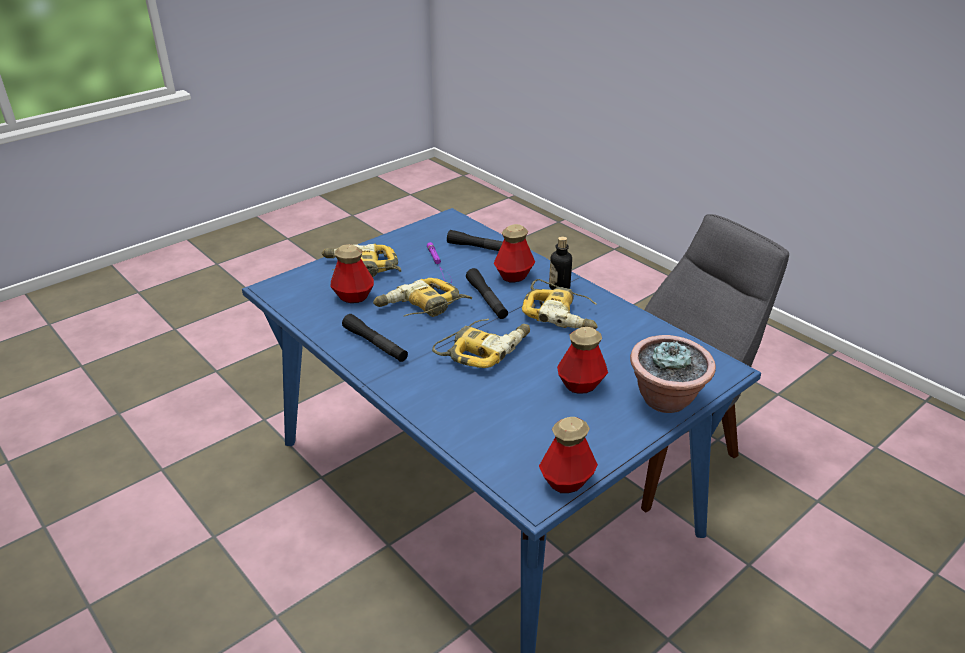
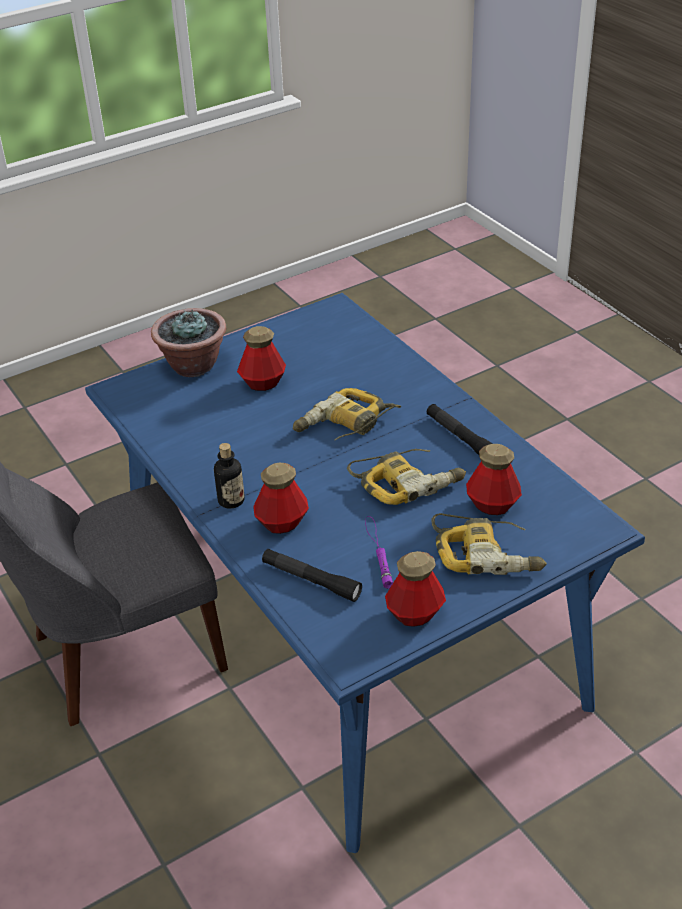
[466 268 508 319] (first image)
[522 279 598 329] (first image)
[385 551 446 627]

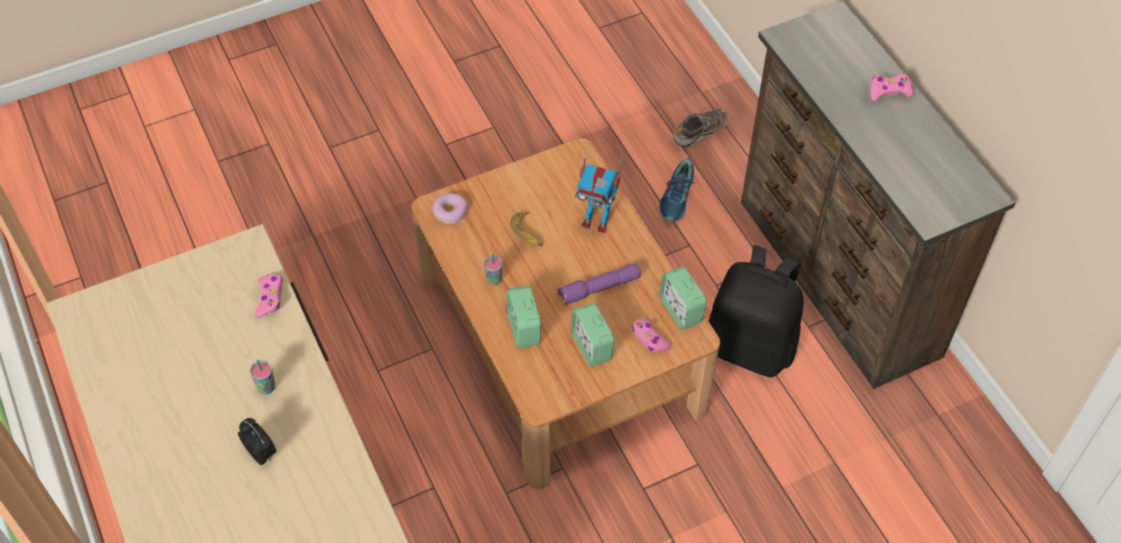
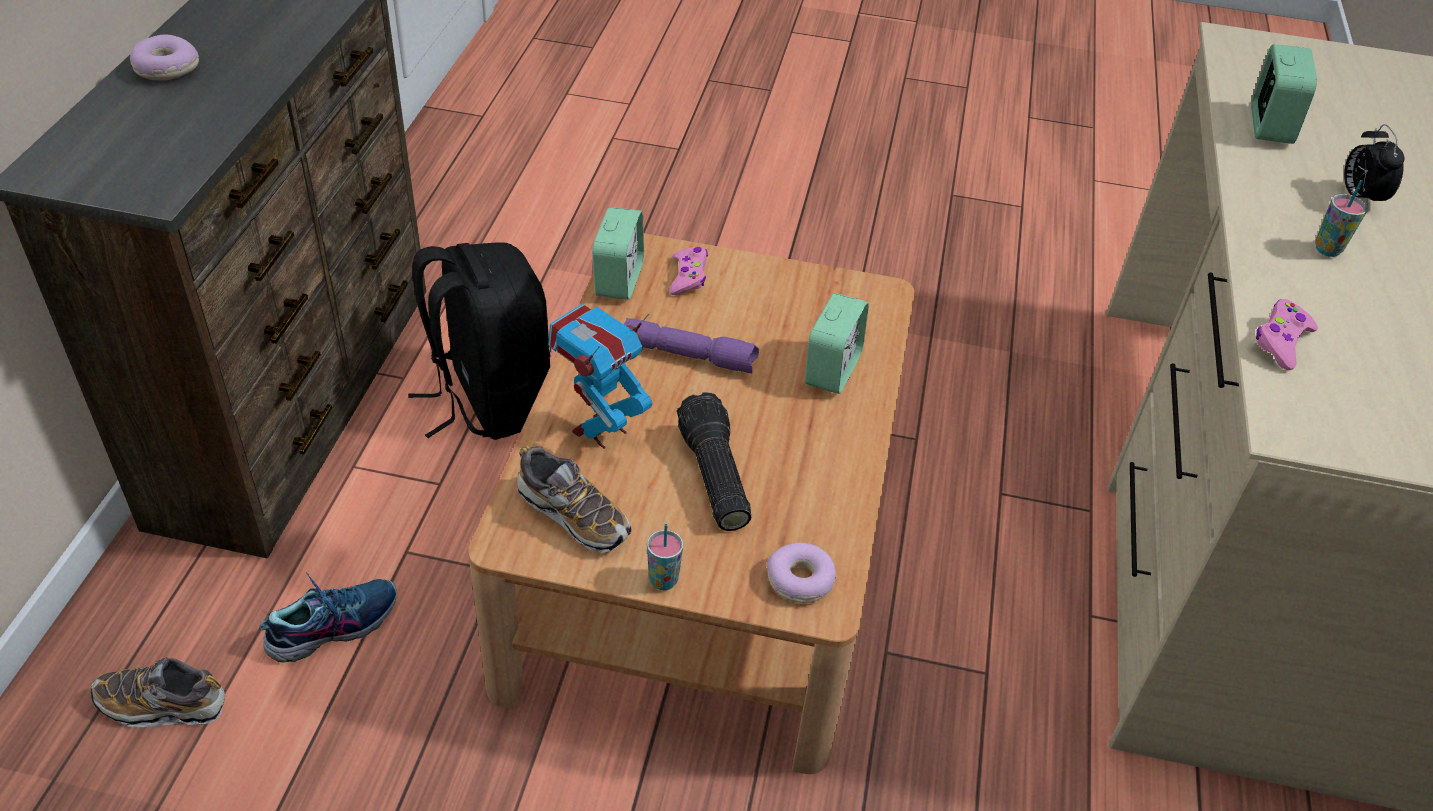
[647 524 683 590]
[677 392 751 531]
[1251 44 1317 144]
[548 304 652 449]
[130 34 199 80]
[517 446 631 553]

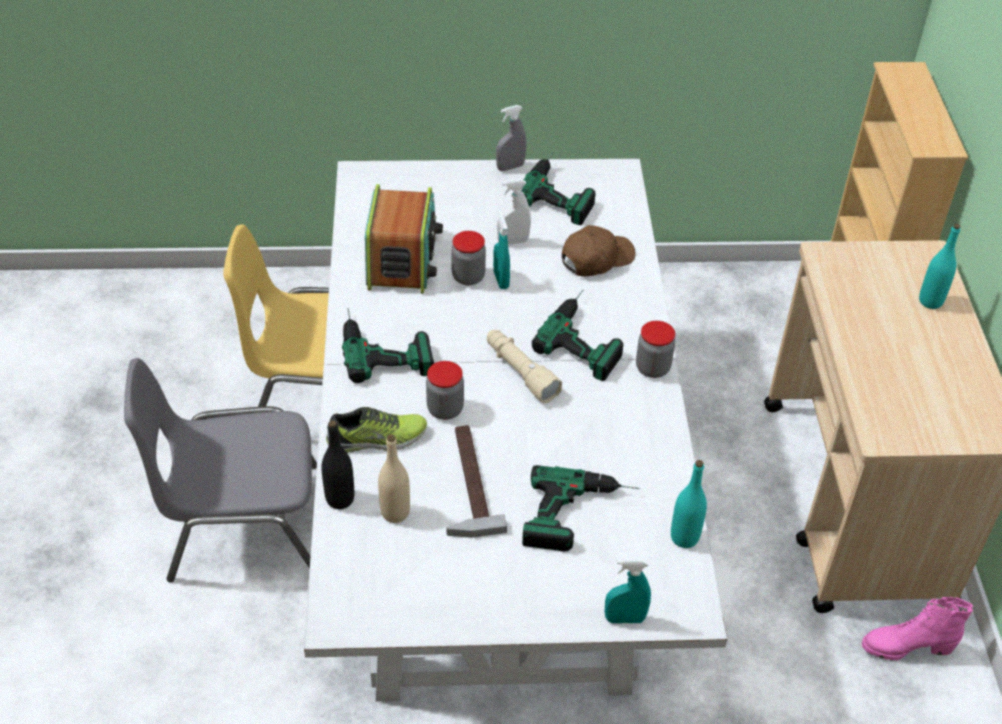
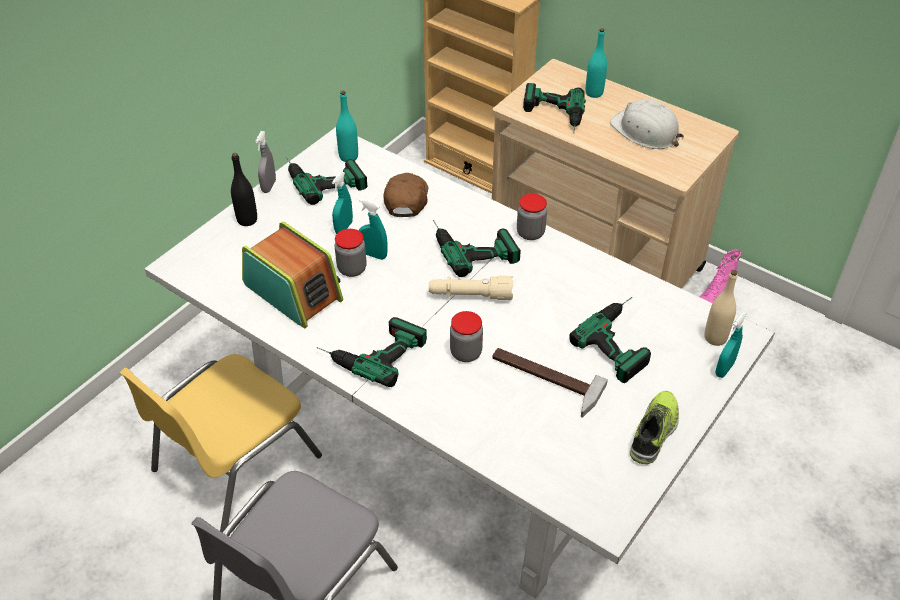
[231 153 257 226]
[630 391 679 464]
[704 270 738 346]
[332 172 353 234]
[336 91 358 162]
[523 83 586 134]
[610 99 684 149]

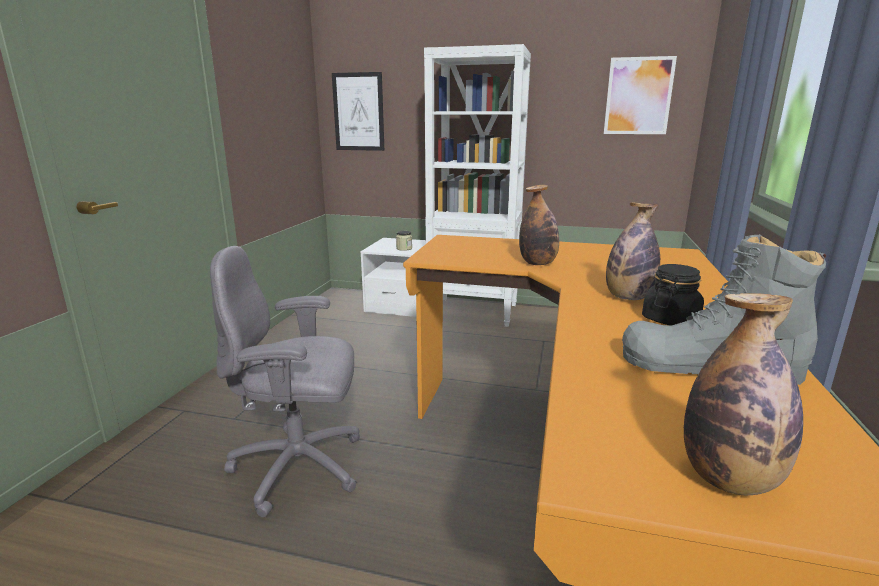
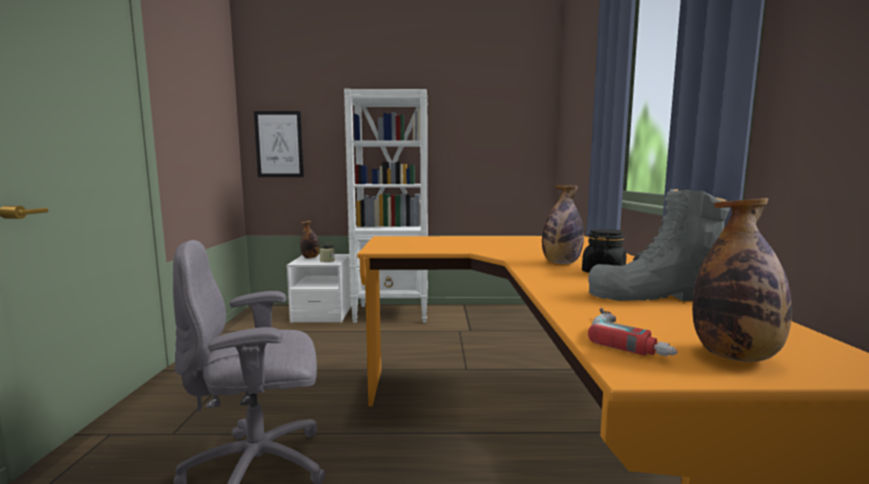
[300 221 320 258]
[604 56 677 134] (first image)
[588 308 678 356]

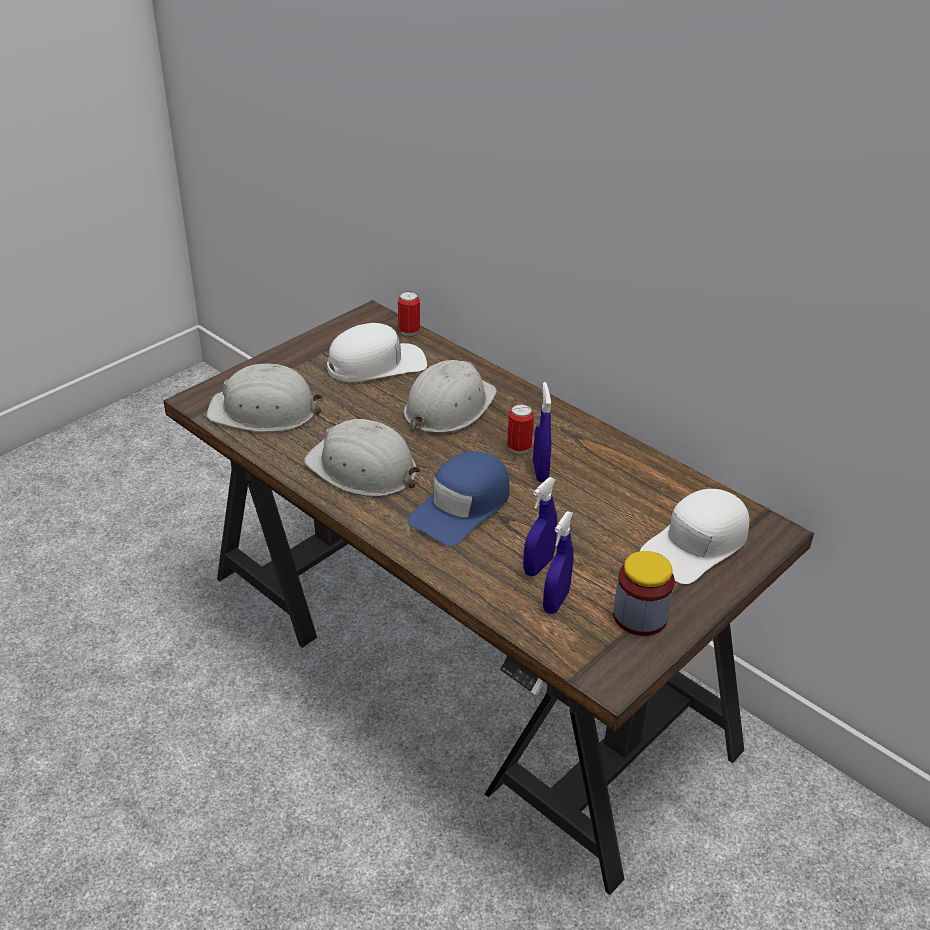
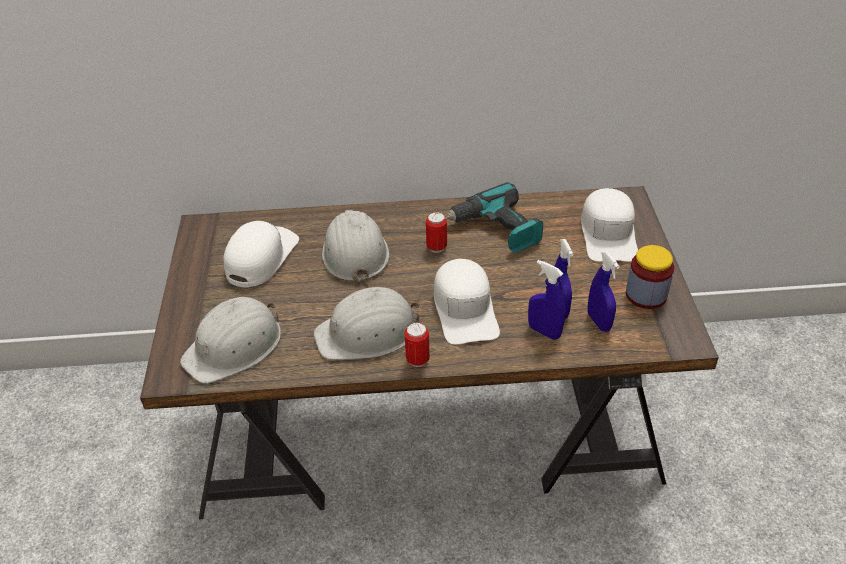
[404 322 430 367]
[434 259 500 344]
[528 260 565 340]
[446 182 543 253]

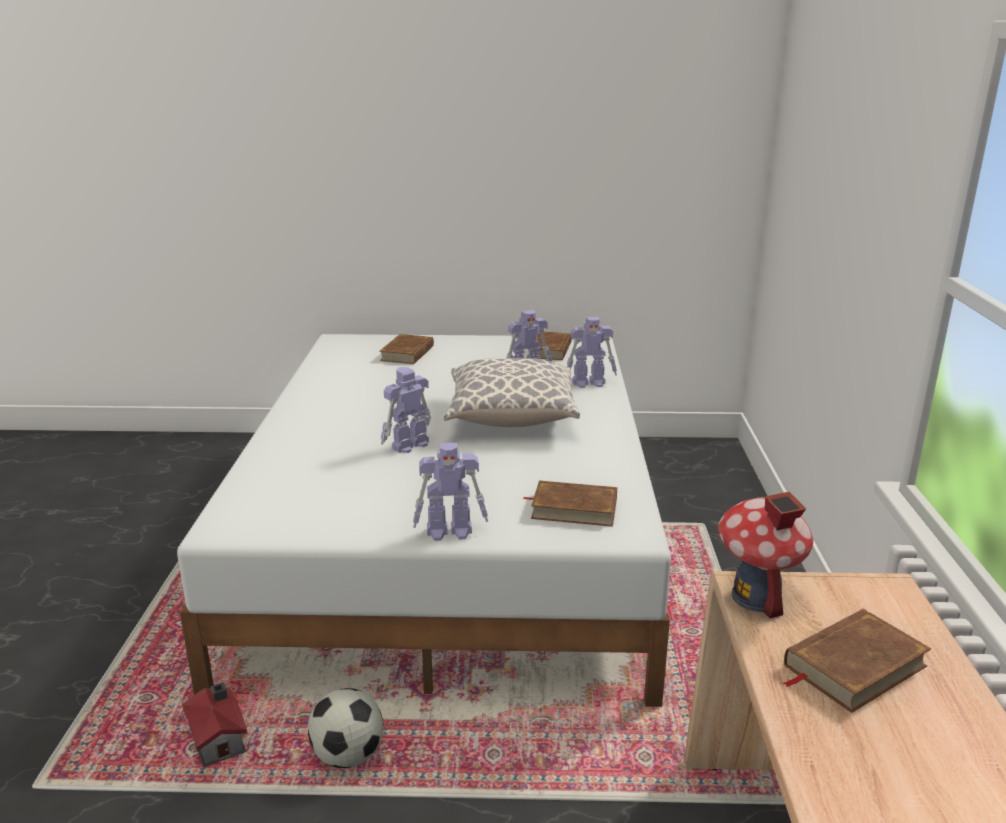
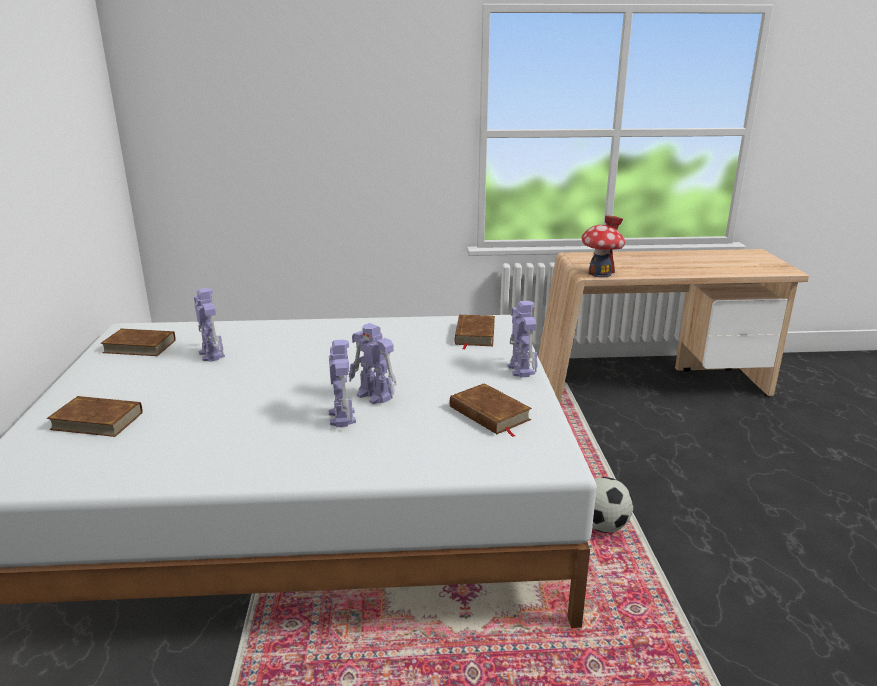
[182 682 248 767] (first image)
[444 358 580 427] (first image)
[329 340 356 427]
[450 383 532 437]

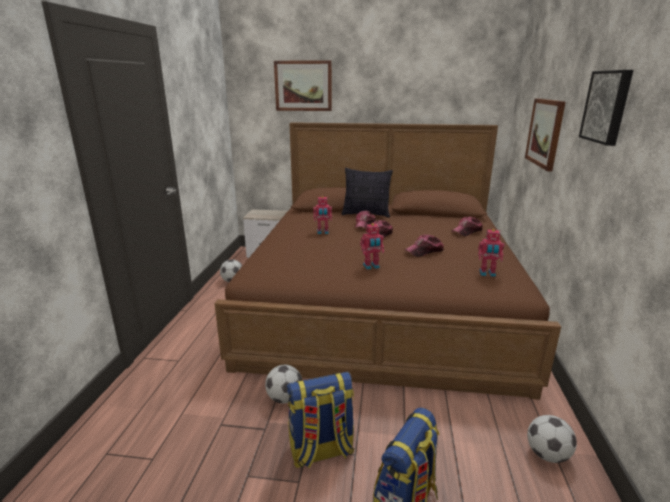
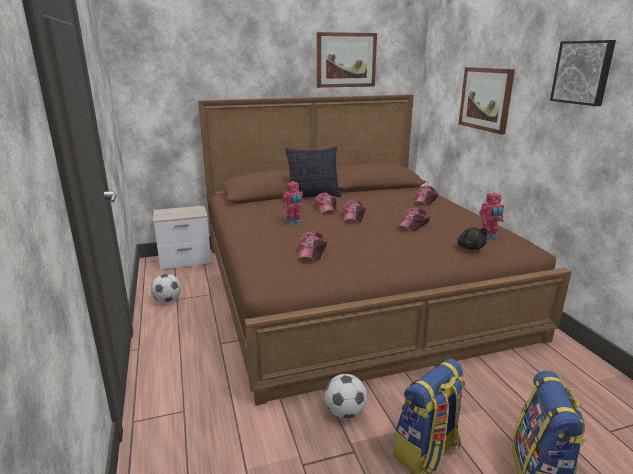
[317 32 377 88]
[360 223 384 270] (first image)
[527 415 577 463] (first image)
[298 232 327 260]
[457 227 487 250]

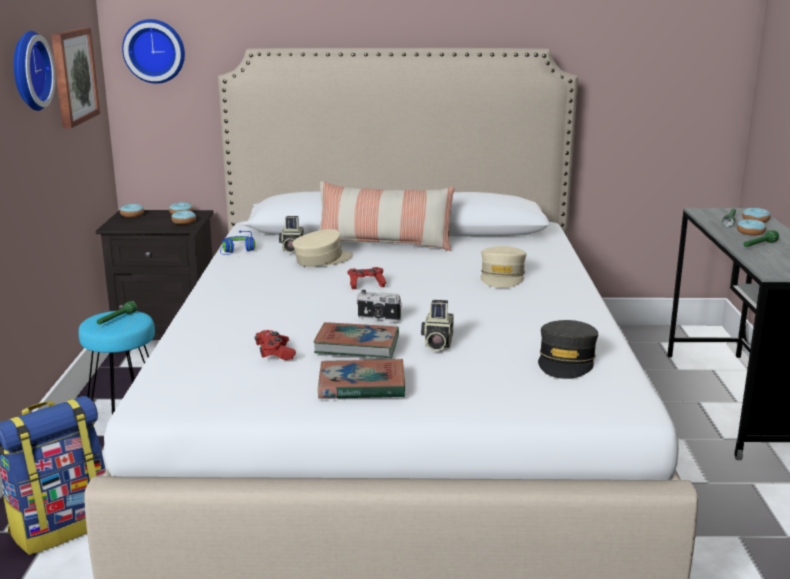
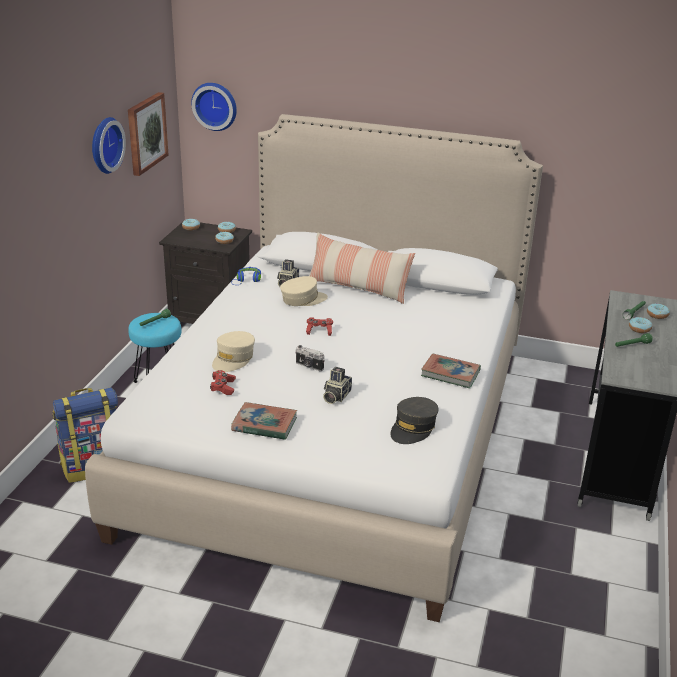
[421 353 481 388]
[212 331 255 372]

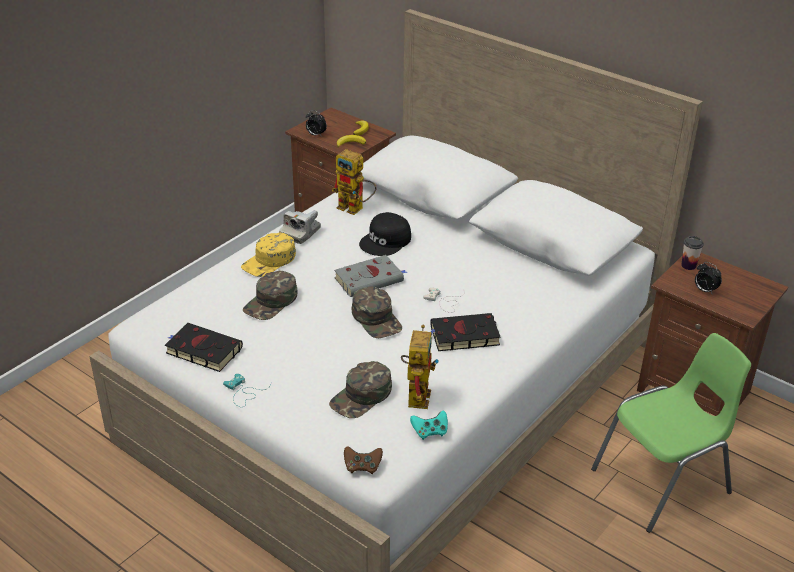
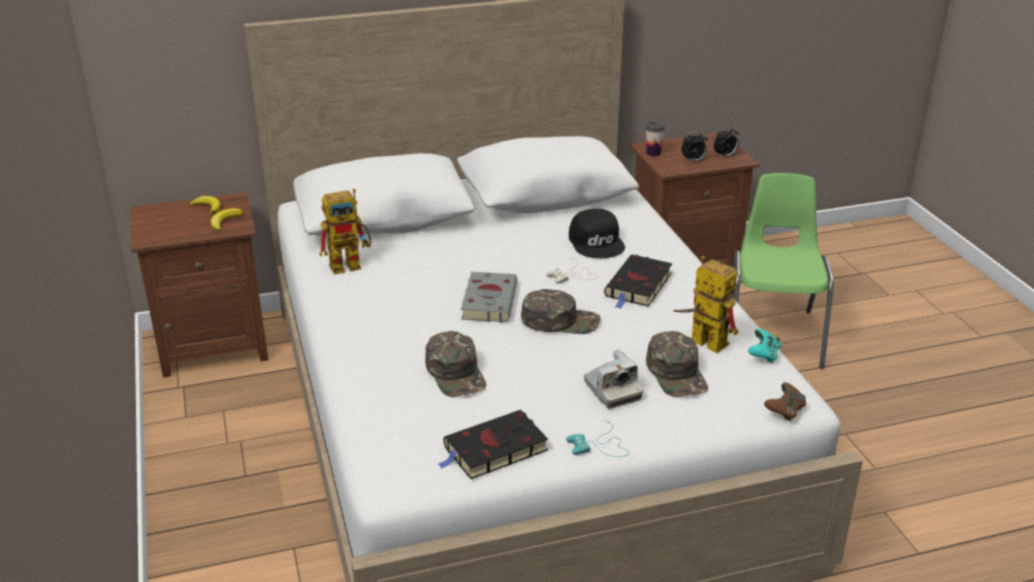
[241 232 296 277] (first image)
[584 349 643 409]
[714 126 739 157]
[569 209 625 258]

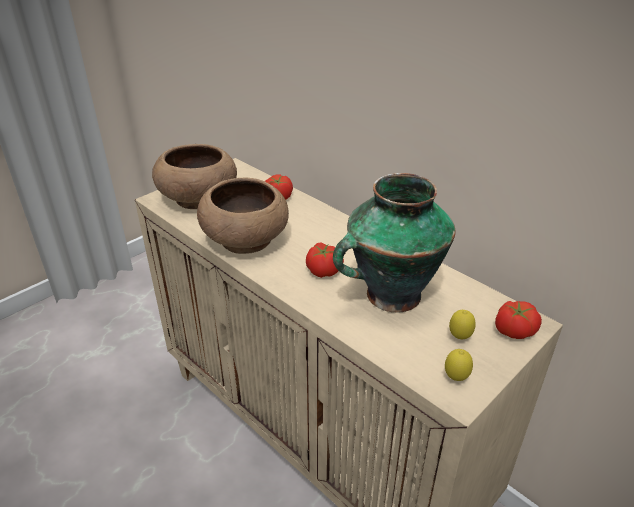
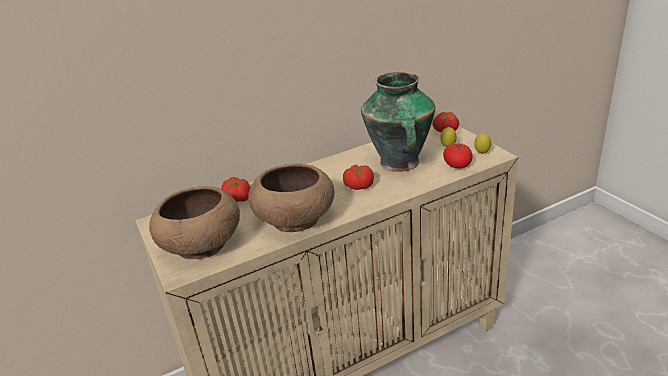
[443 143 473 168]

